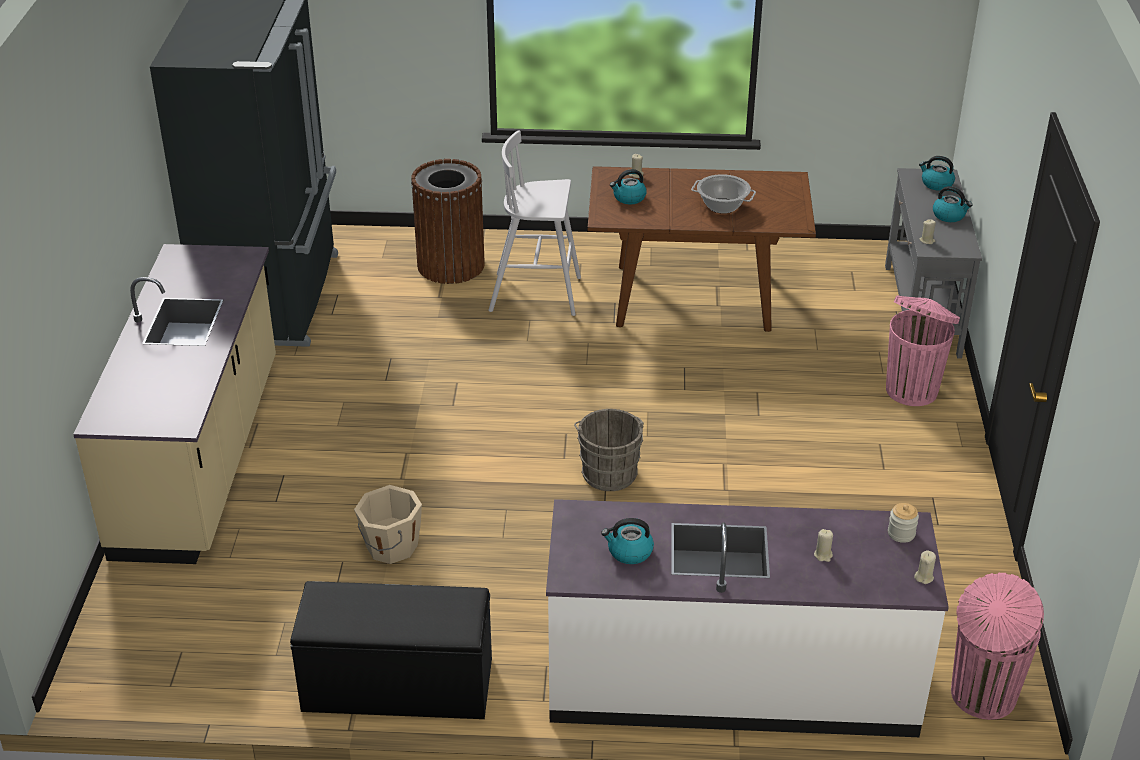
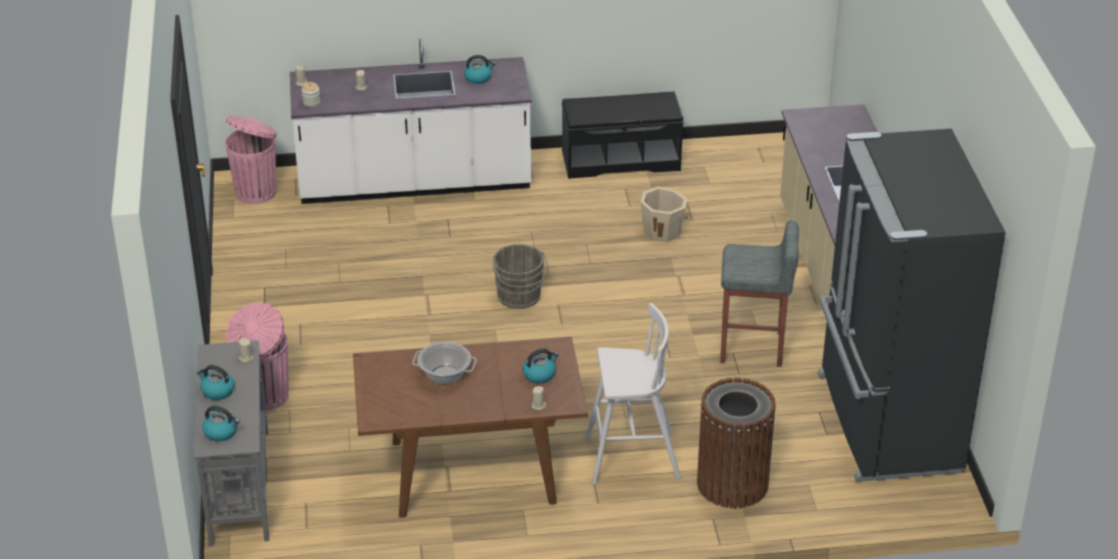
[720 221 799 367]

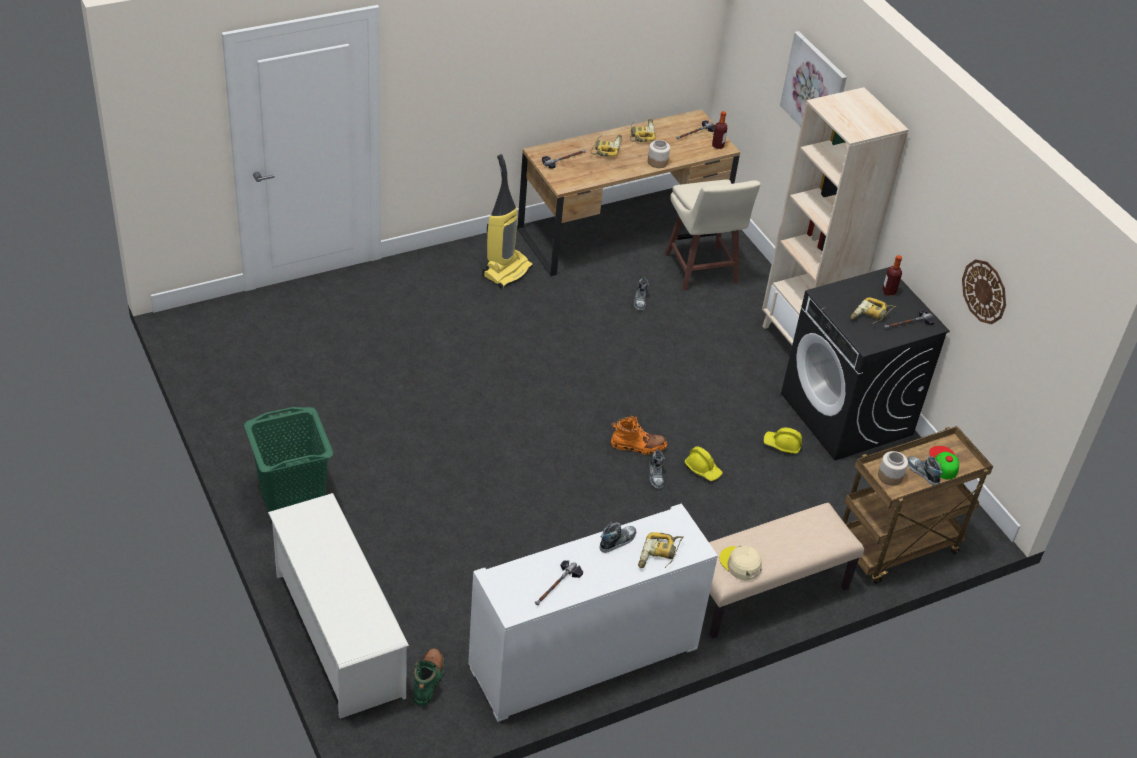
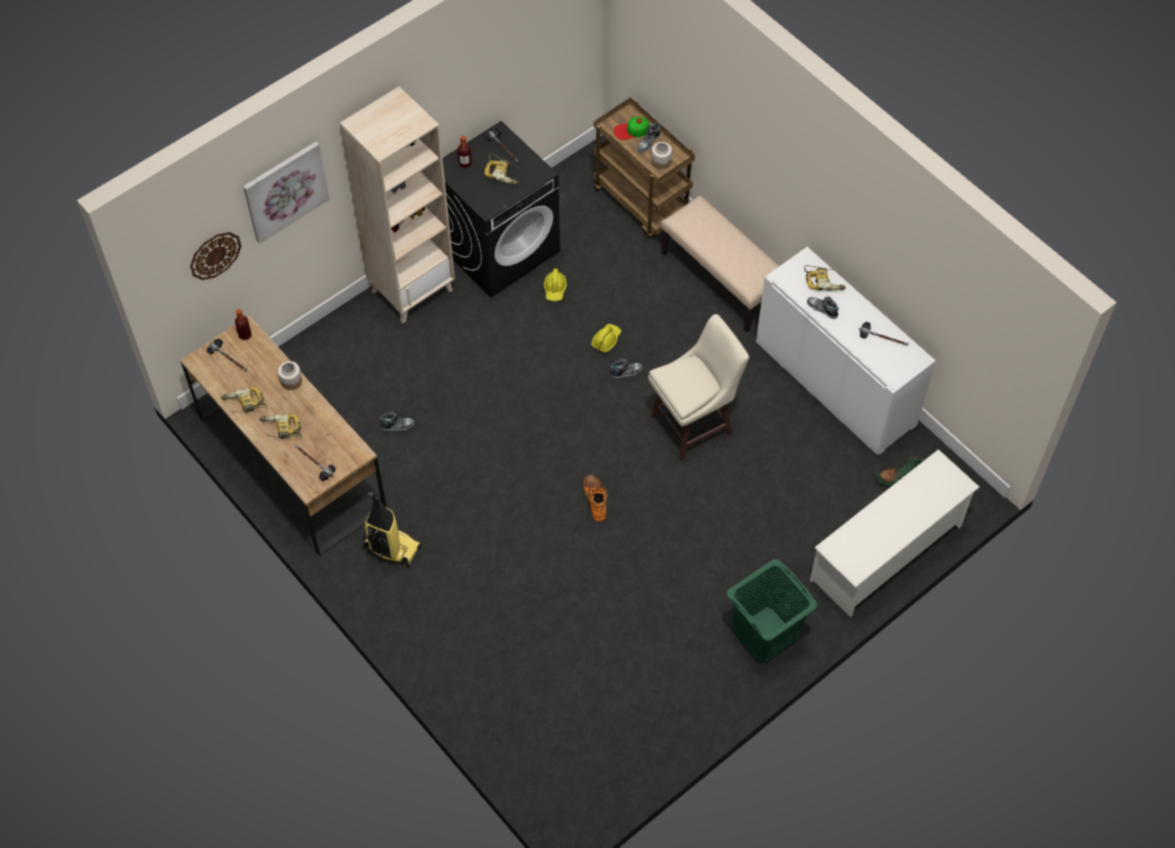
[584 475 607 522]
[648 314 749 460]
[719 545 762 581] (first image)
[190 232 241 280]

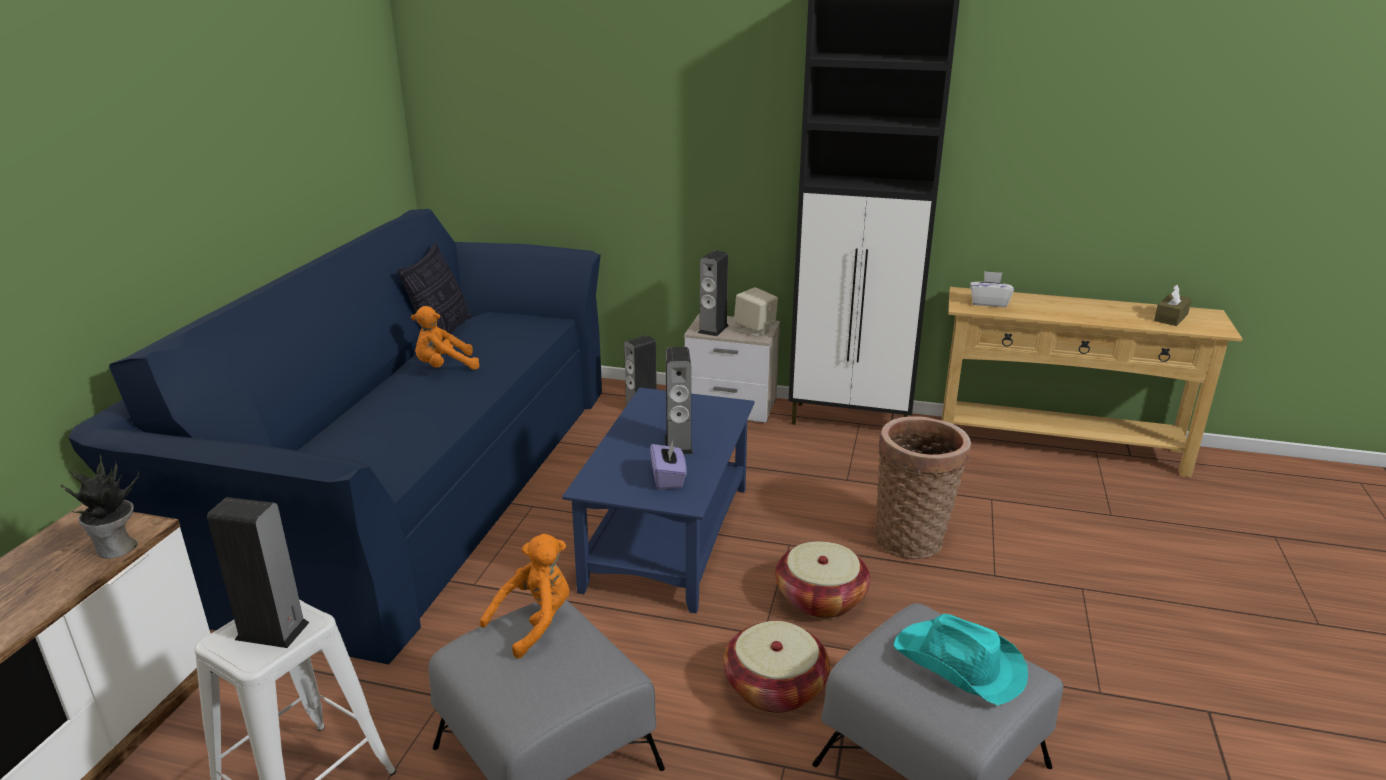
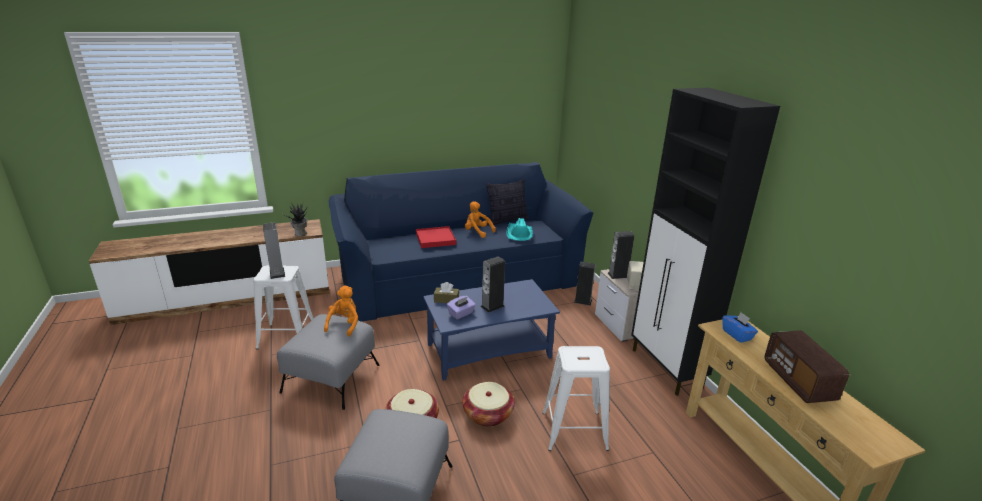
[324 285 358 336]
[542 346 610 451]
[506 218 533 241]
[723 312 758 343]
[434 282 459 303]
[416 226 456 248]
[764 330 849 403]

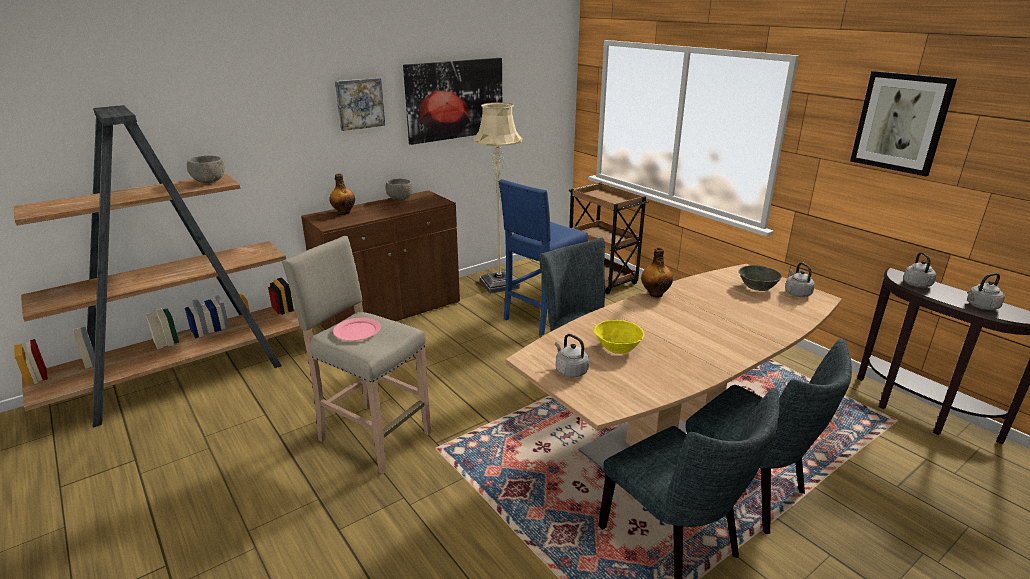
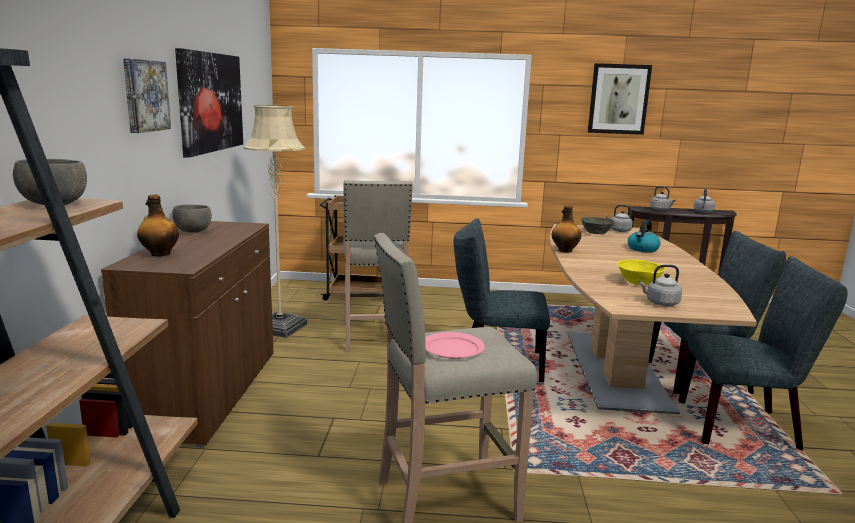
[343 180 413 352]
[628 220 661 252]

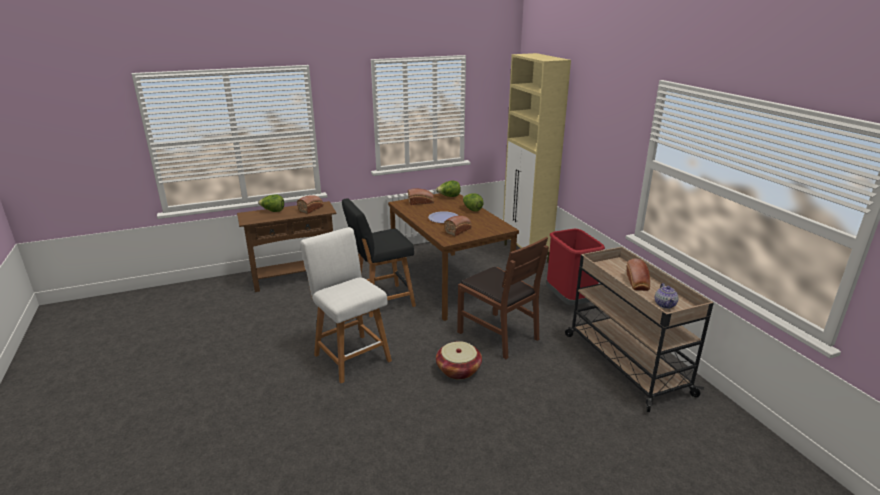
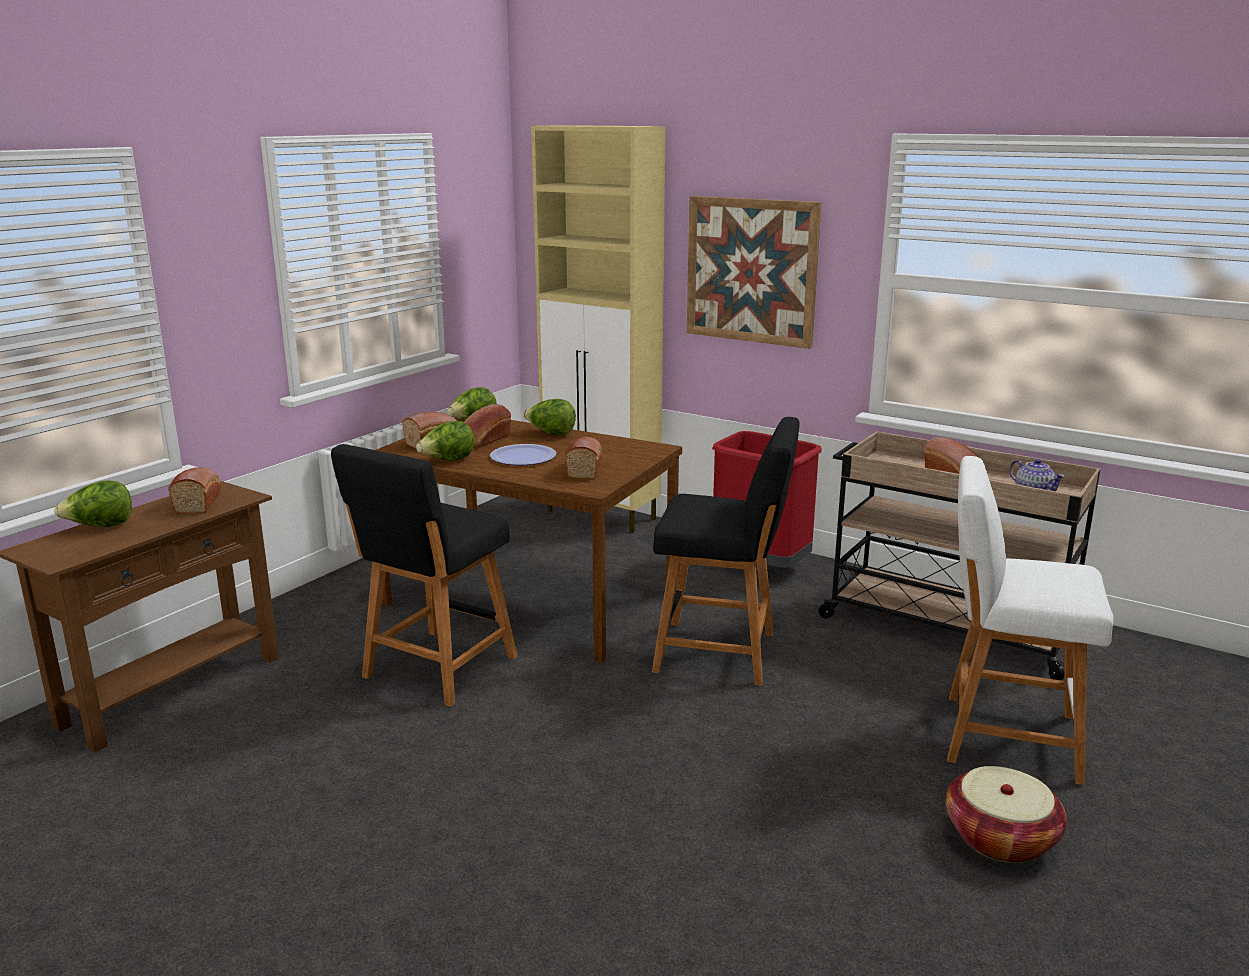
[947 456 1114 785]
[946 766 1067 863]
[652 417 800 686]
[416 421 474 460]
[464 404 511 448]
[687 196 821 349]

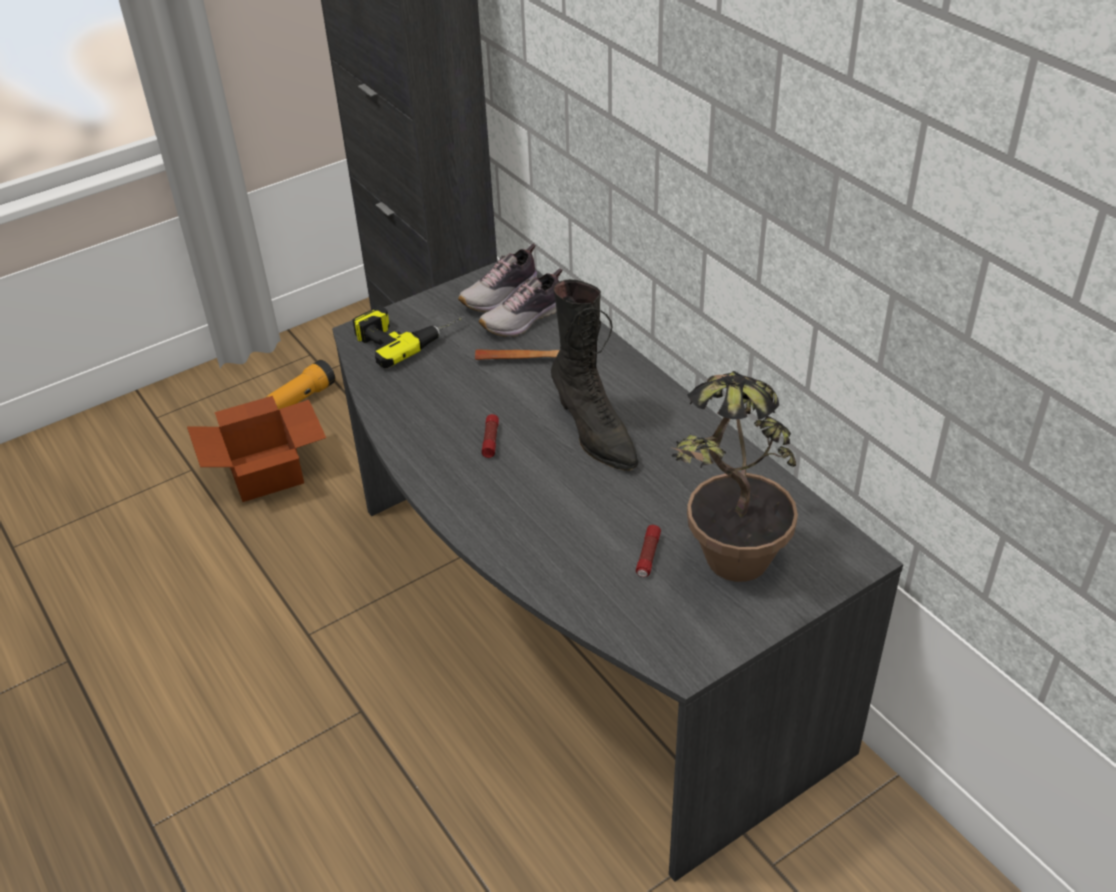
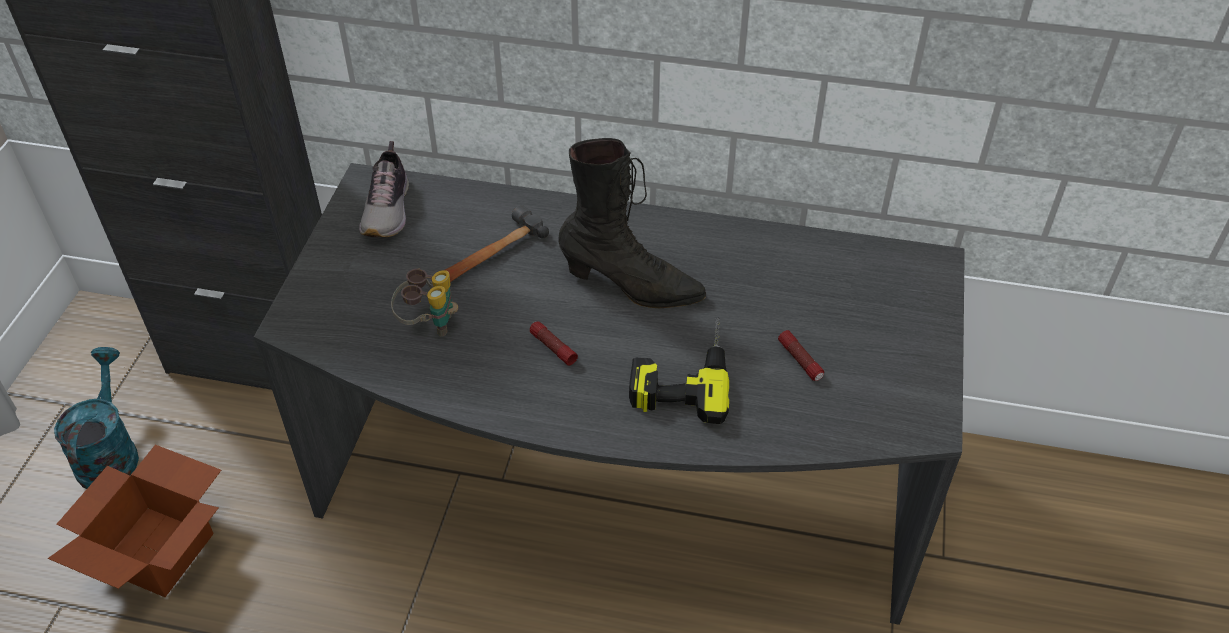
[54 347 139 489]
[629 317 729 424]
[479 268 562 337] (first image)
[672 371 798 582] (first image)
[391 268 458 337]

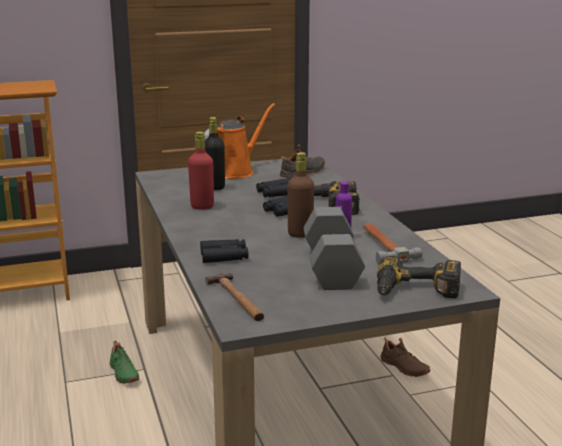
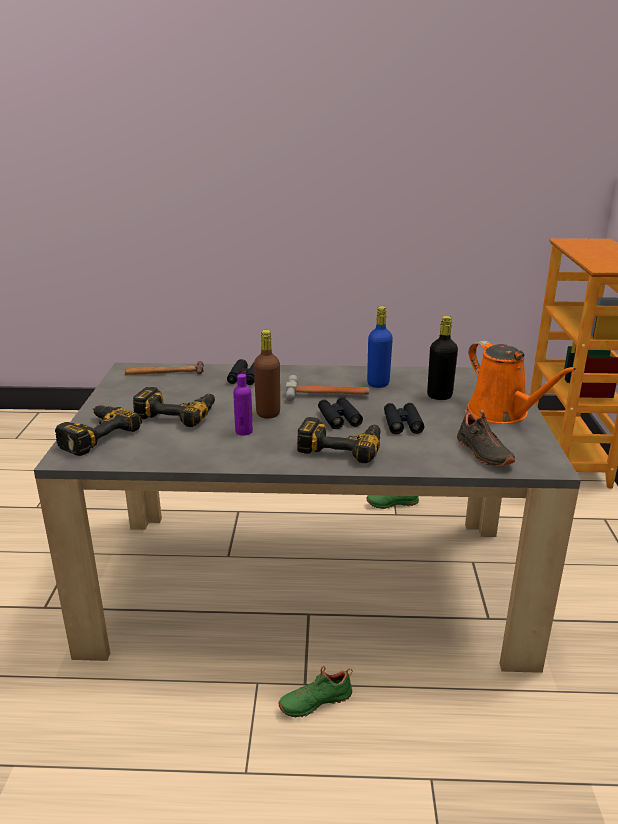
[367 306 393 388]
[133 387 215 427]
[285 375 369 401]
[278 666 352 718]

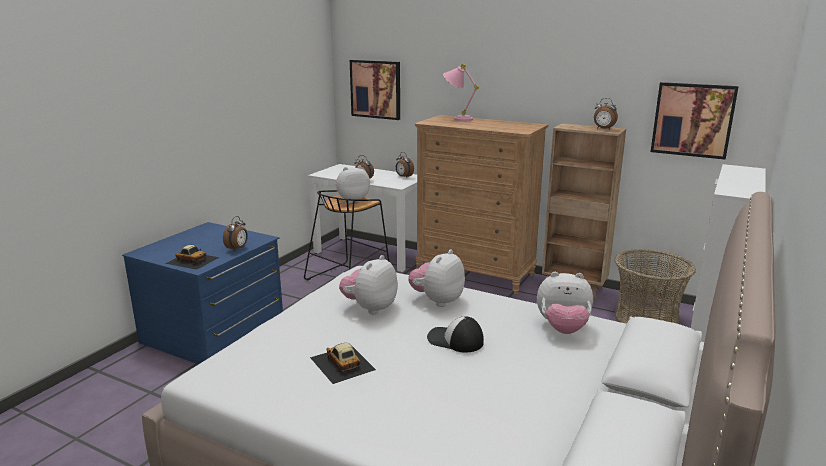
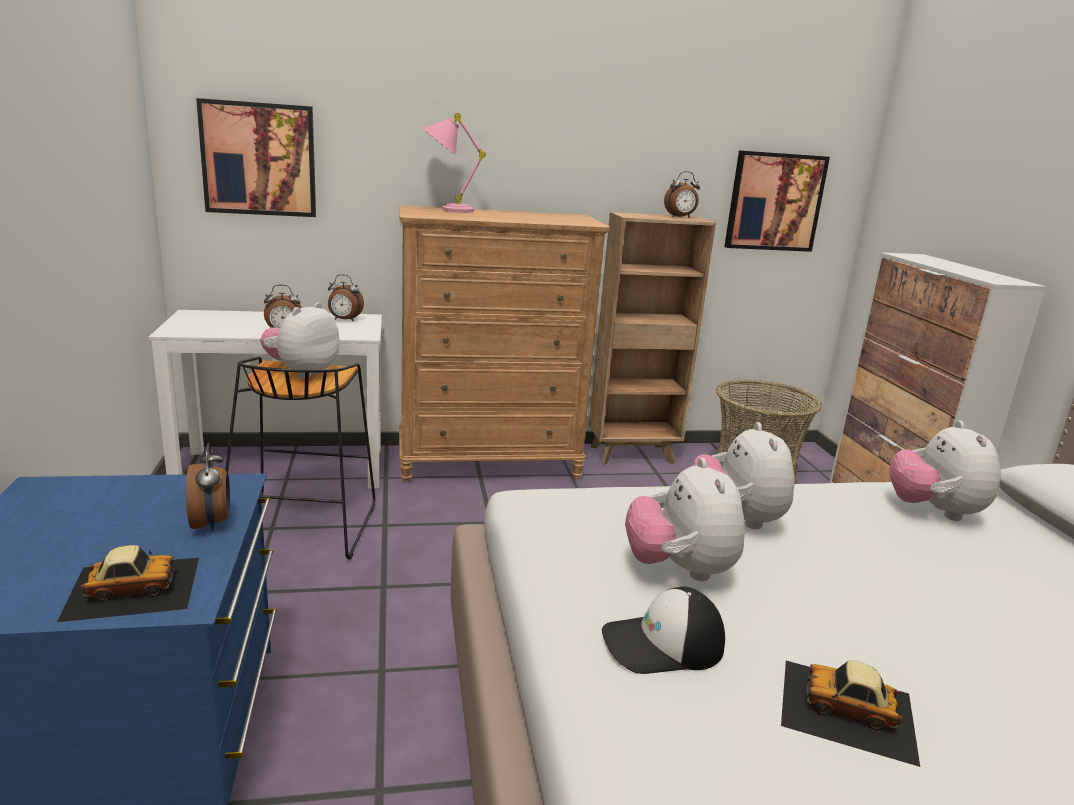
[602 587 725 674]
[889 420 1001 521]

